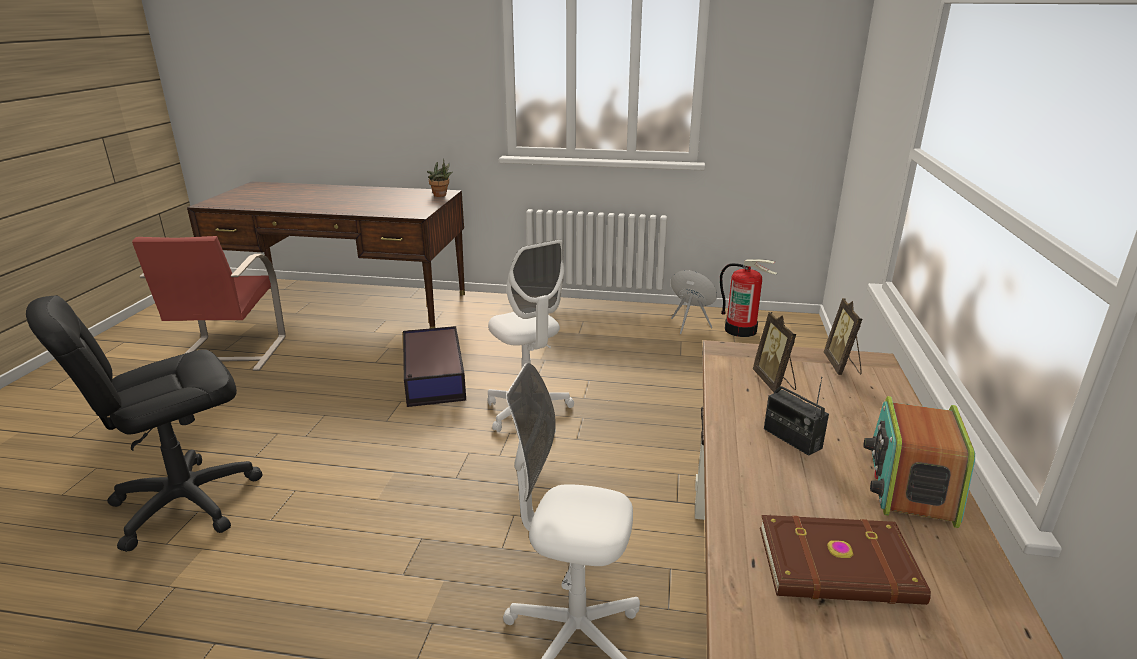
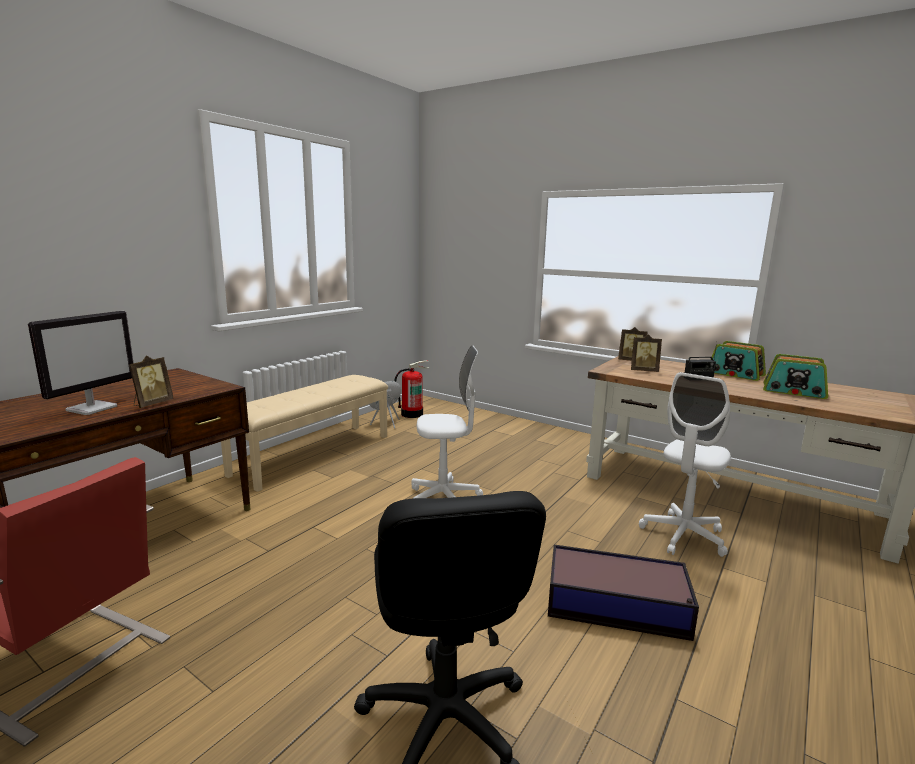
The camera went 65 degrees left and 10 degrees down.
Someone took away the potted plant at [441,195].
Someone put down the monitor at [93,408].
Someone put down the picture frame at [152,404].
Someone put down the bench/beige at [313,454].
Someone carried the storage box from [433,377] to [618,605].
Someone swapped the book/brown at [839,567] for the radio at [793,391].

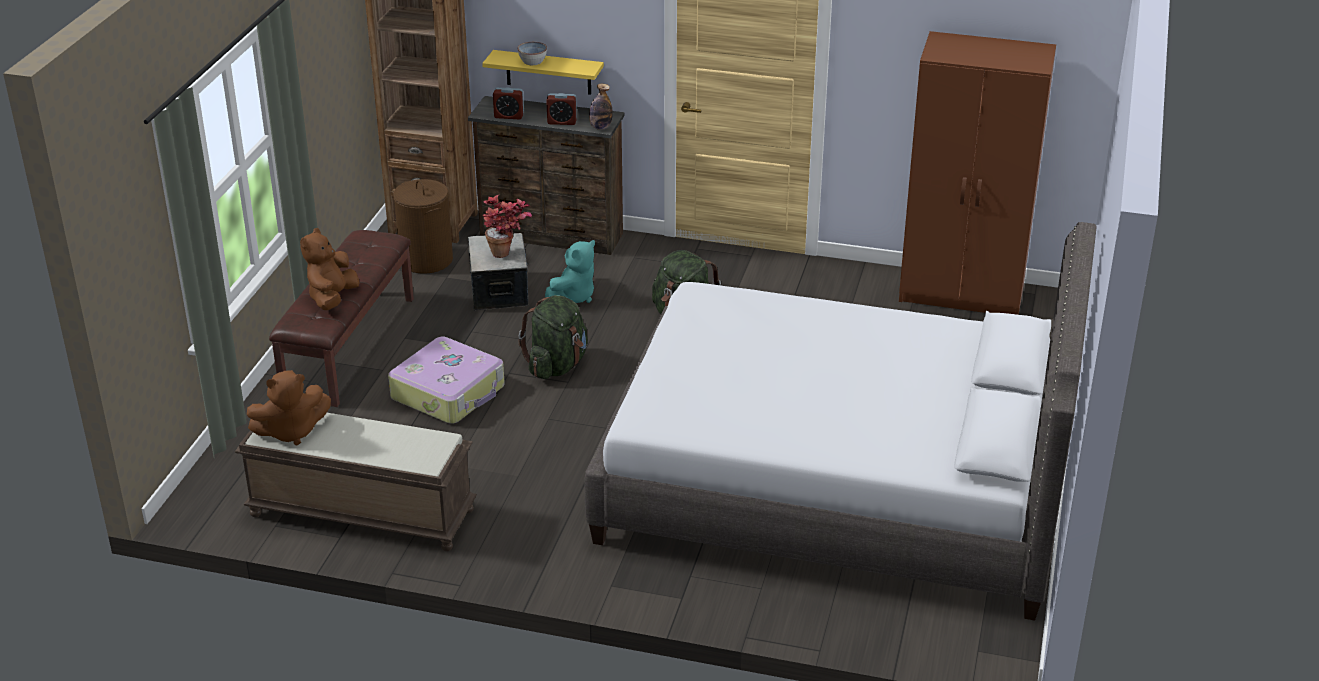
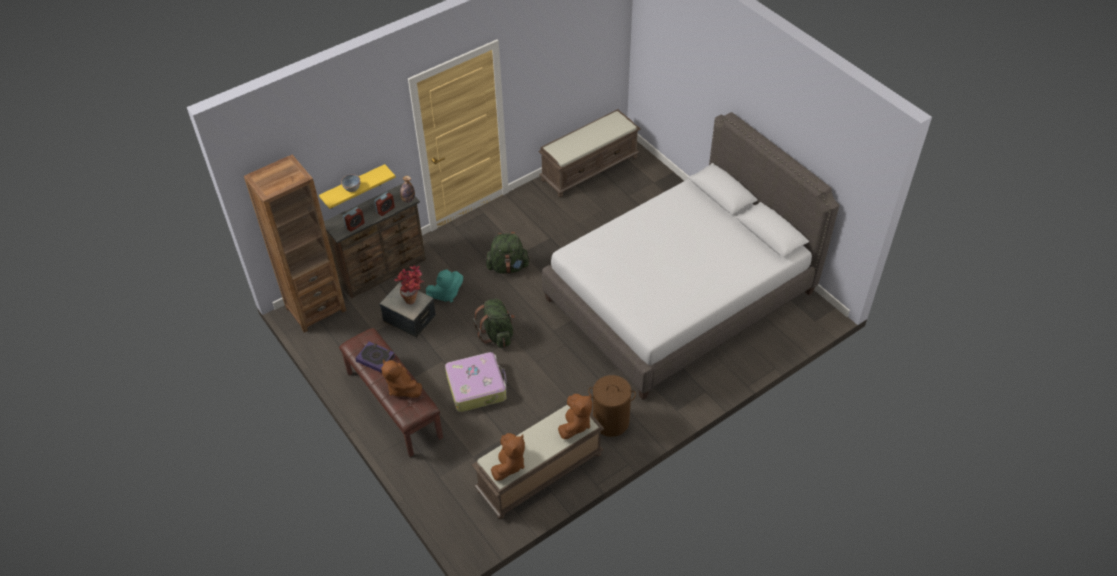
The camera went 50 degrees left and 15 degrees up.
Someone put down the book at [376,358].
Someone put down the plush toy/brown at [575,424].
Someone carried the laundry basket/brown from [426,260] to [610,421].
Someone swapped the wardrobe/brown at [962,294] for the bench/brown at [589,168].
Someone rotated the plush toy/turquoise at [573,296] by 75 degrees clockwise.

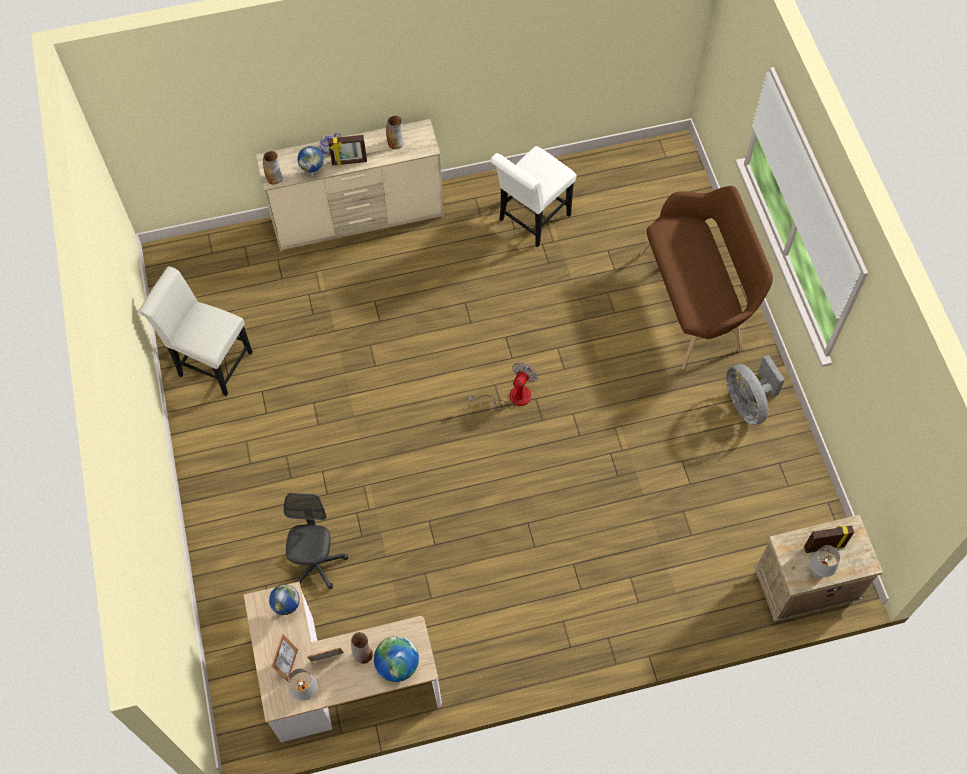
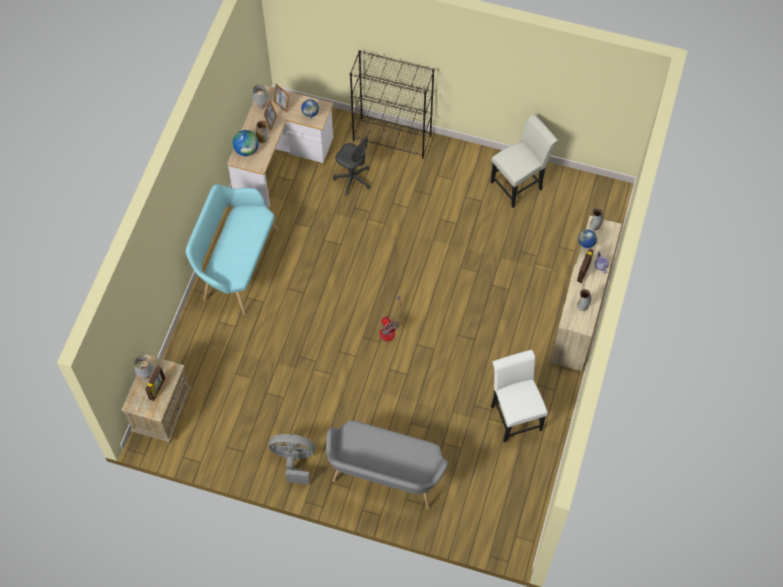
The camera went 120 degrees right and 0 degrees up.
Someone put down the bench/turquoise at [236,265].
Someone put down the bookcase/black at [392,138].
Someone repainted the bench/brown at [696,302], which became the bench/grey at [385,478].

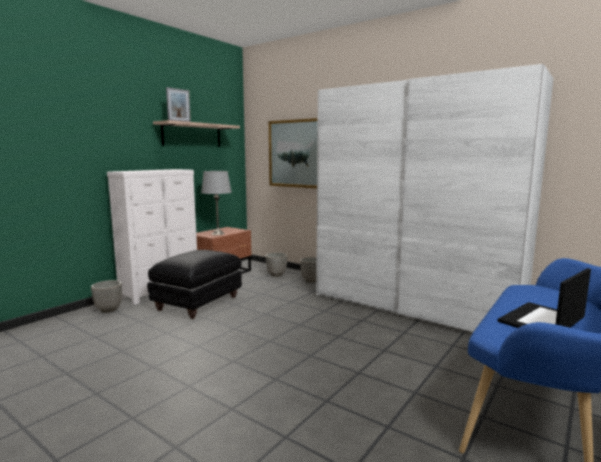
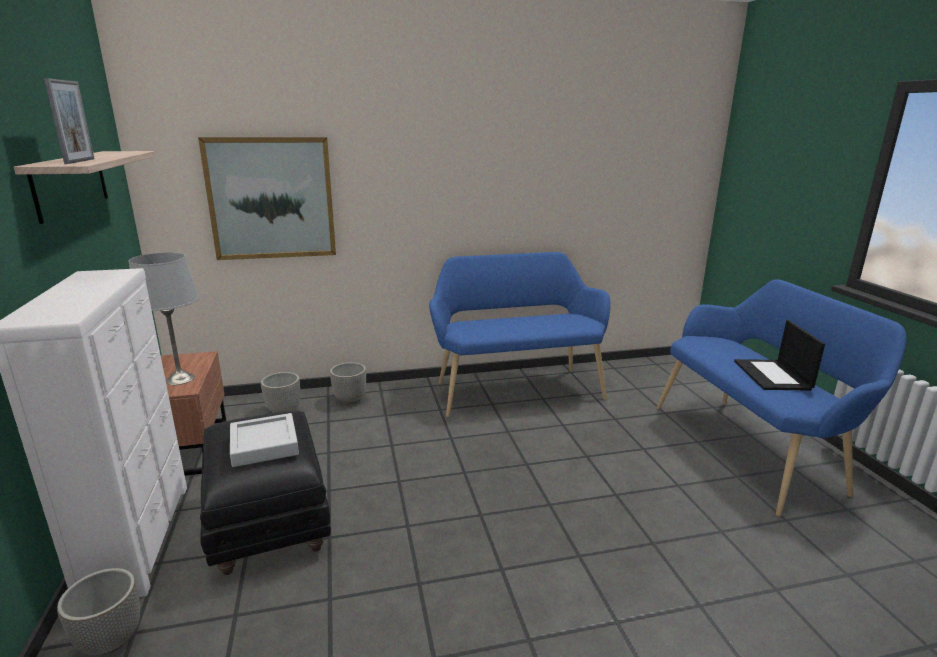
The camera went 50 degrees left and 10 degrees up.
Someone put down the tray/grey at [264,445].
Someone swapped the wardrobe/white at [413,306] for the bench/blue at [515,388].

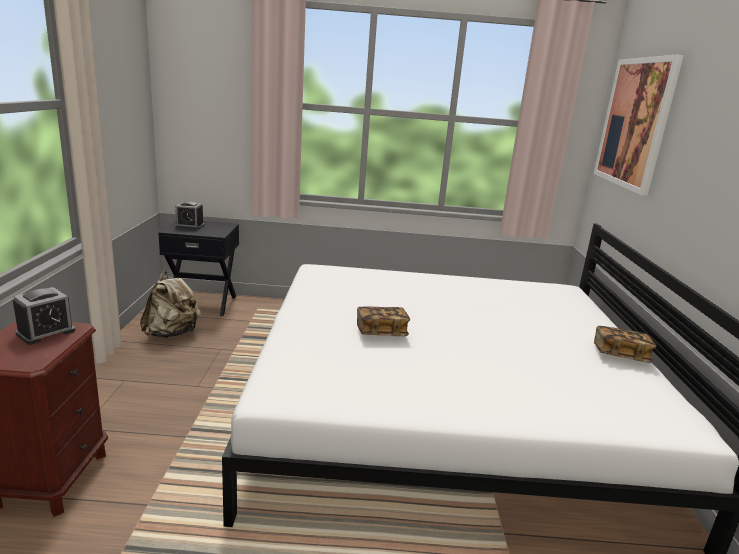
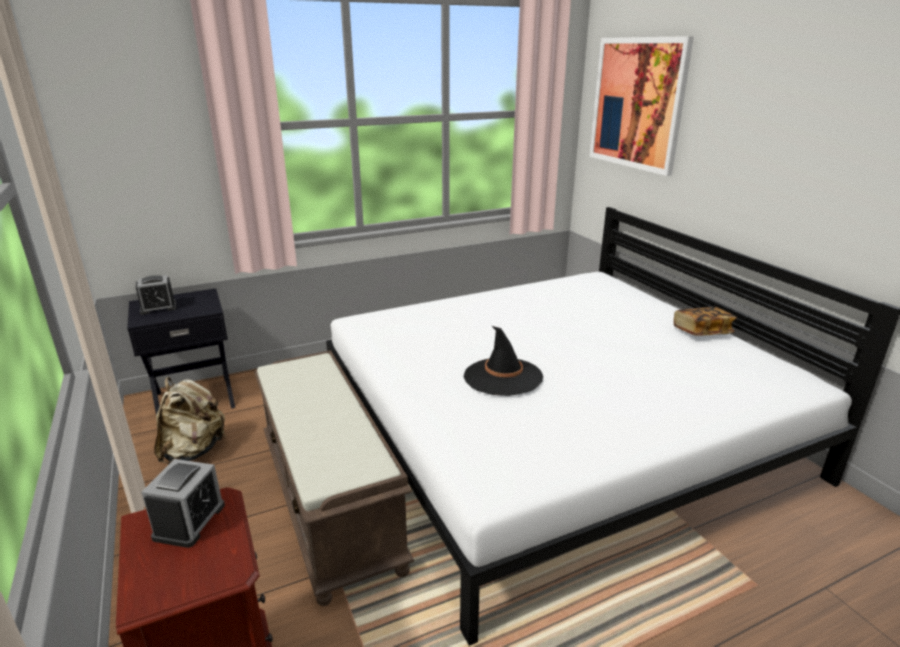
The camera went 25 degrees left and 5 degrees up.
Someone put down the bench/brown at [331,500].
Someone swapped the book at [381,332] for the hat/black at [503,377].

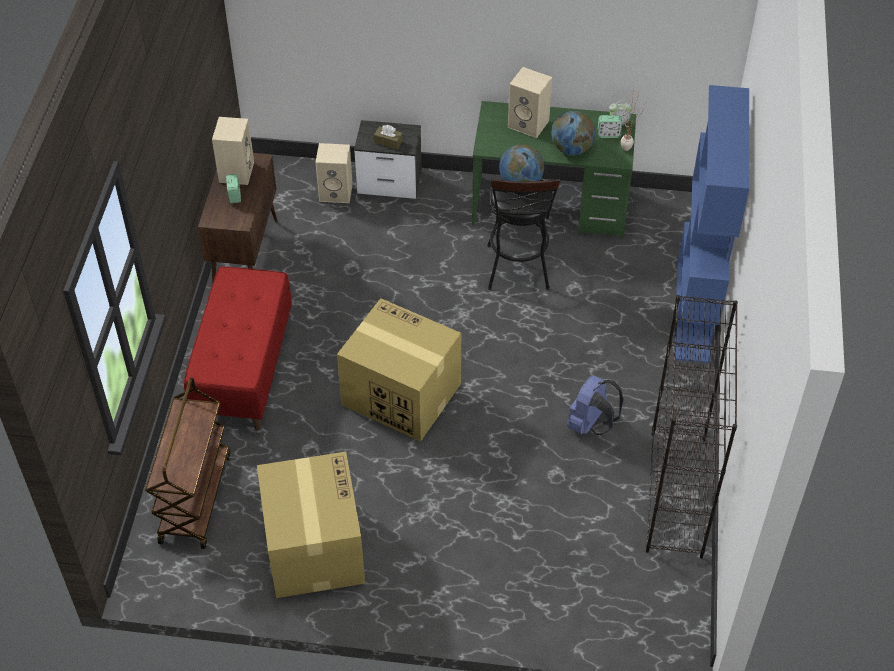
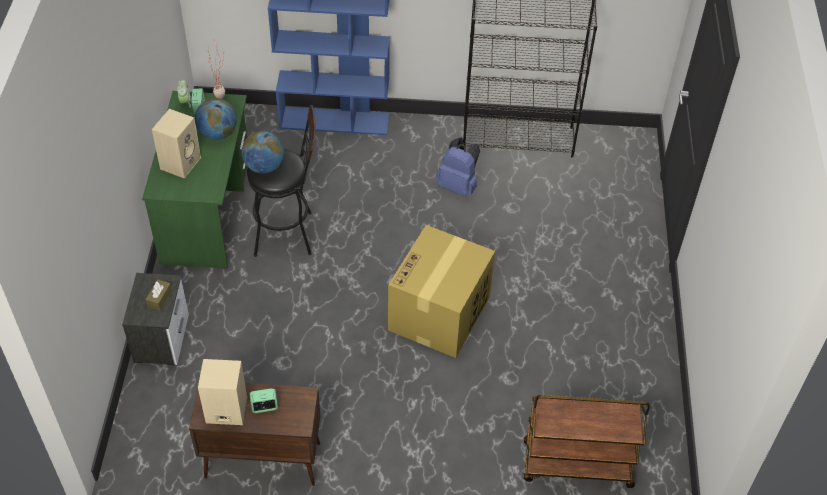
The camera went 95 degrees left and 0 degrees up.
Someone took away the bench/red at [243,370].
Someone took away the cardboard box at [313,546].
Someone took away the speaker/beige at [336,192].

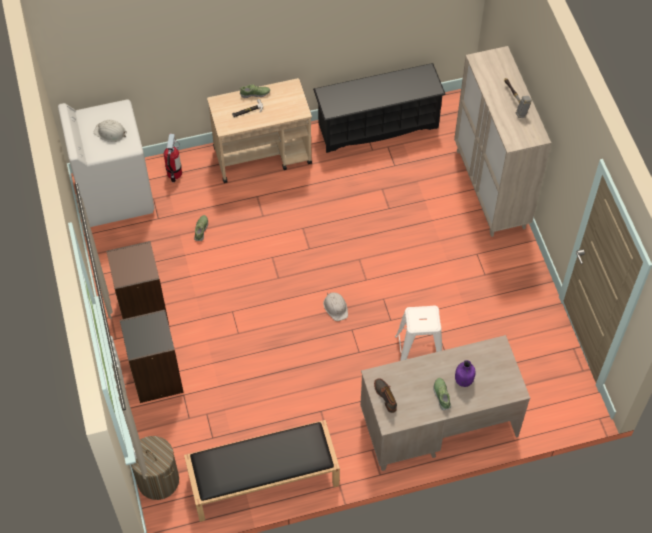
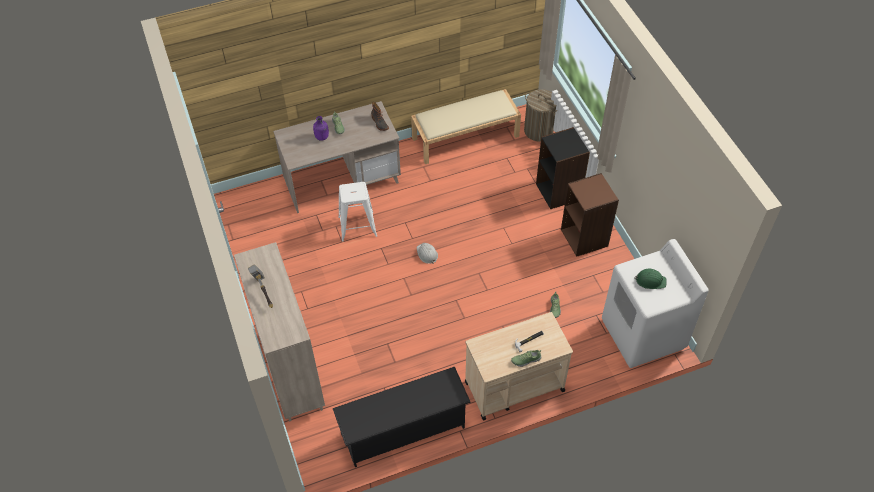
The camera went 175 degrees right and 5 degrees down.
Someone took away the fire extinguisher at [174,173].
Someone repainted the hard hat/white at [110,132], which became the hard hat/green at [650,280].
Someone repainted the bench/black at [262,480], which became the bench/beige at [466,137].

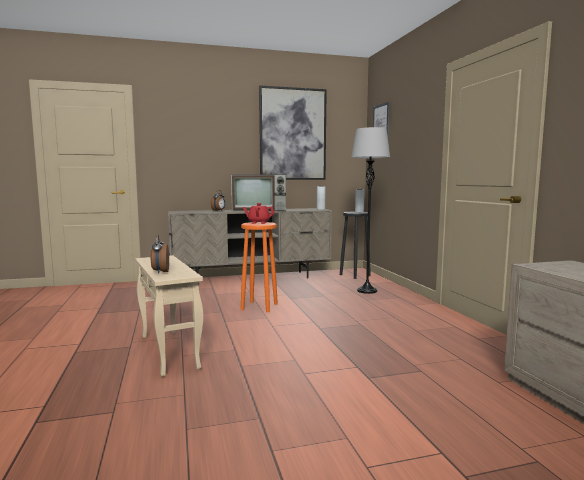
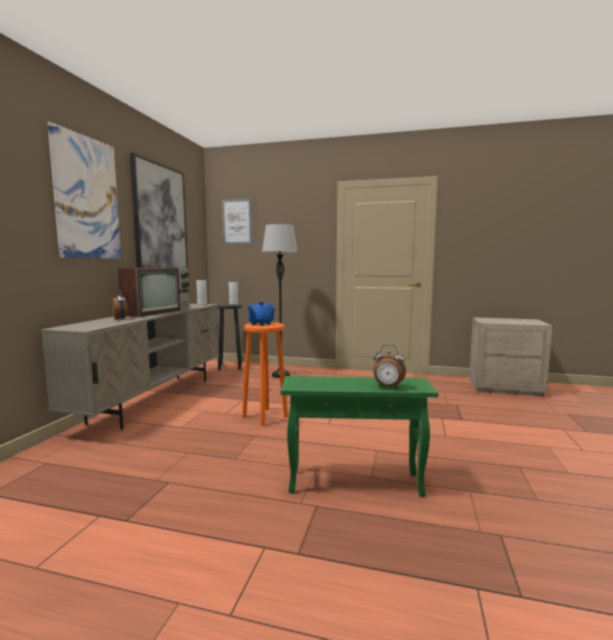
The camera went 60 degrees left and 0 degrees up.
Someone put up the picture at [87,198].
Someone repainted the side table/beige at [169,351], which became the side table/green at [354,483].
Someone repainted the teapot/red at [258,223], which became the teapot/blue at [261,324].

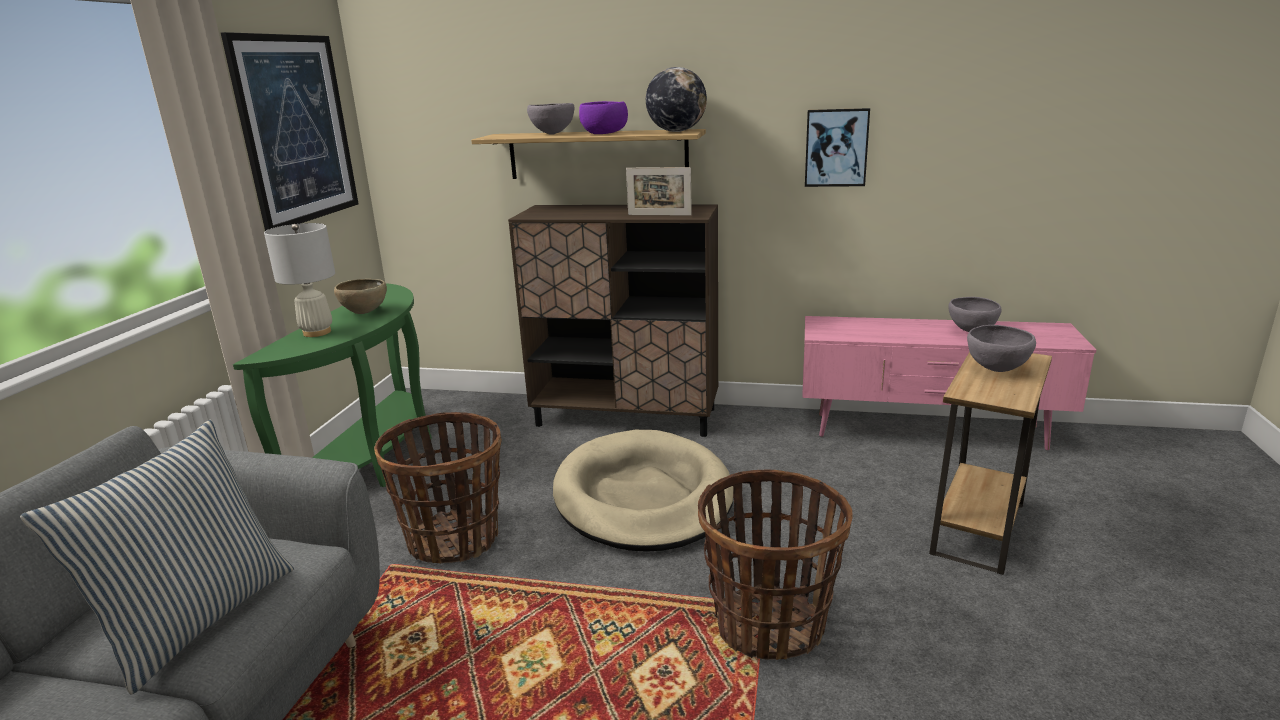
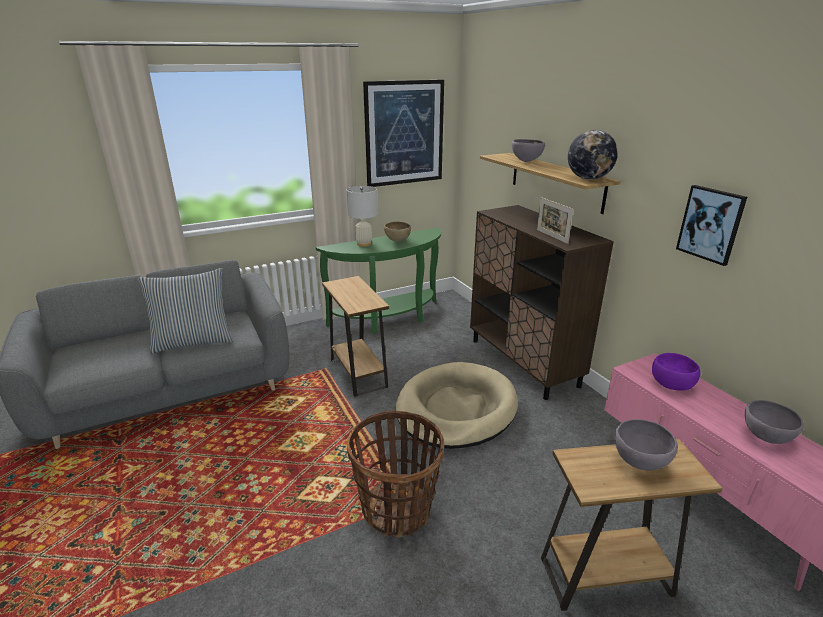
The camera went 50 degrees right and 5 degrees up.
Someone carried the bowl/purple from [605,133] to [672,385].
Someone swapped the basket at [454,540] for the side table/brown at [358,373].

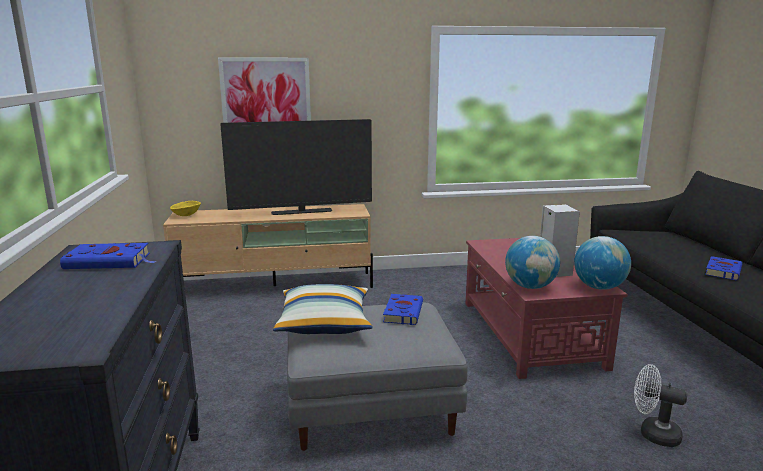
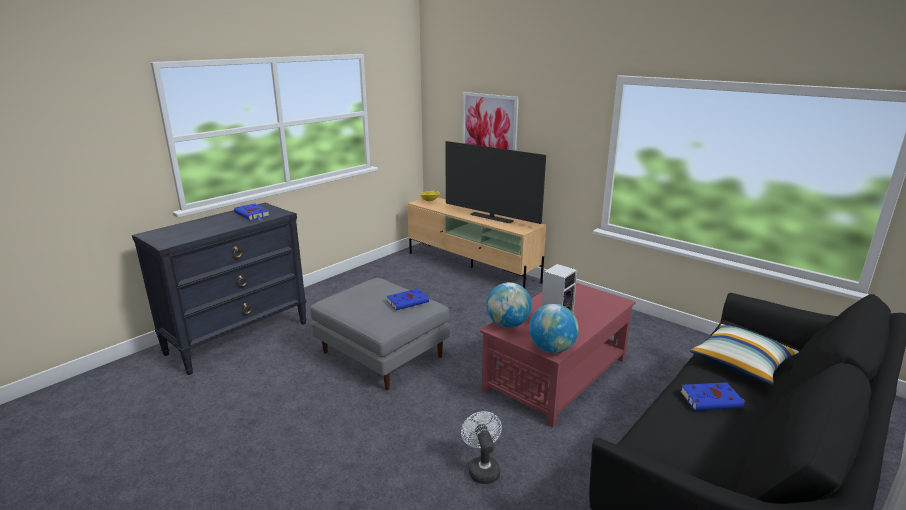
The camera went 50 degrees right and 5 degrees up.
Someone carried the pillow from [325,323] to [741,364].

